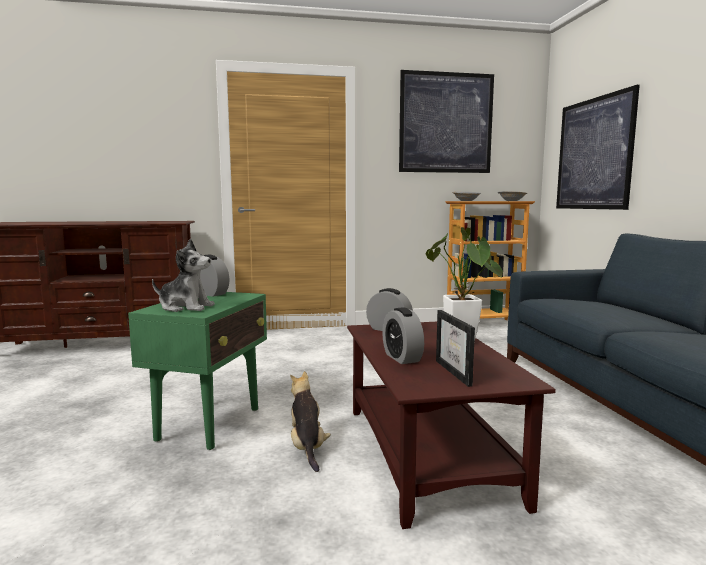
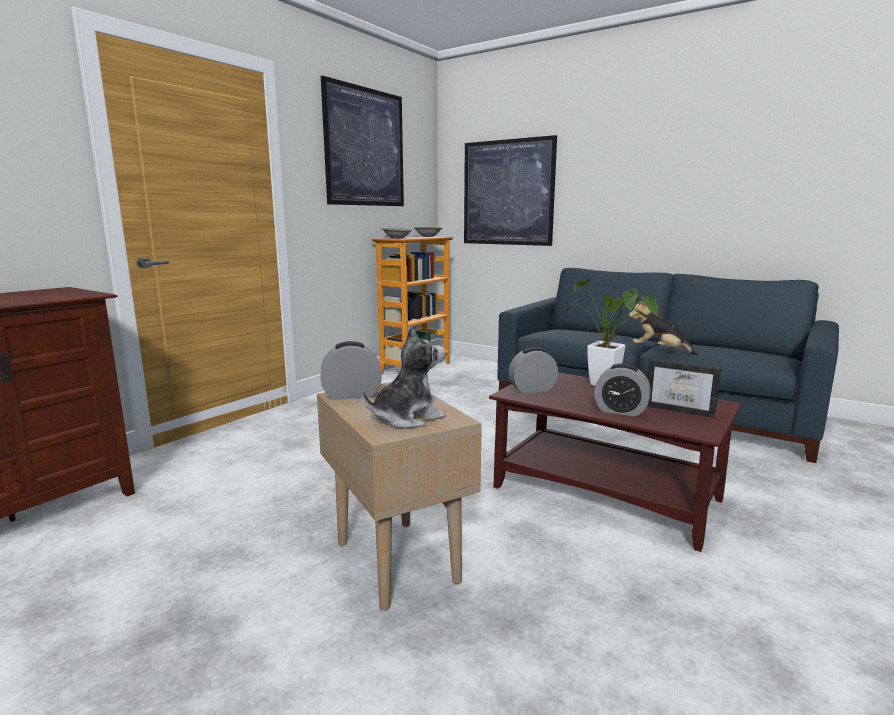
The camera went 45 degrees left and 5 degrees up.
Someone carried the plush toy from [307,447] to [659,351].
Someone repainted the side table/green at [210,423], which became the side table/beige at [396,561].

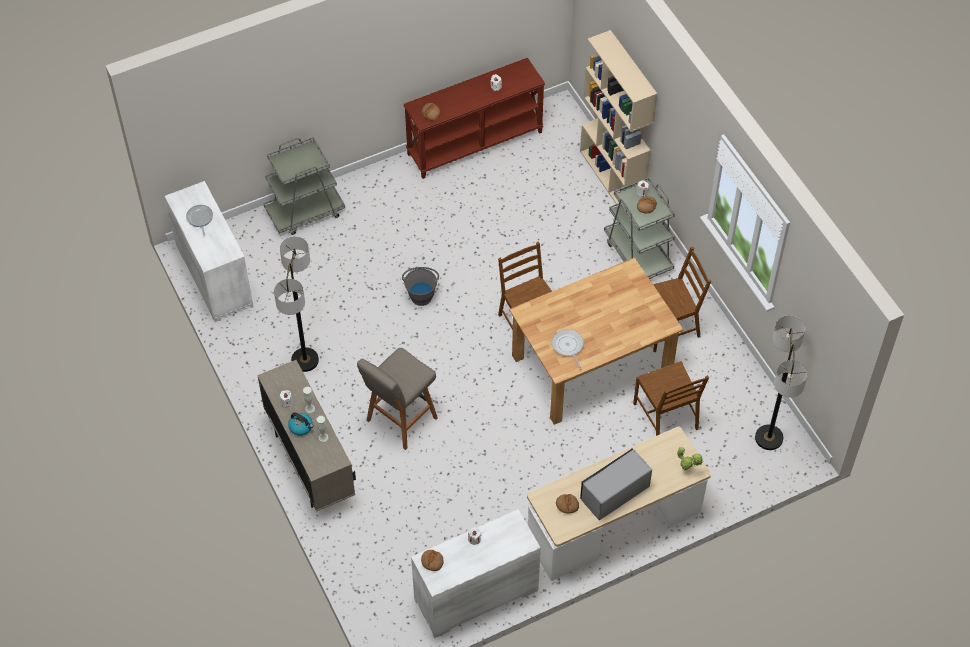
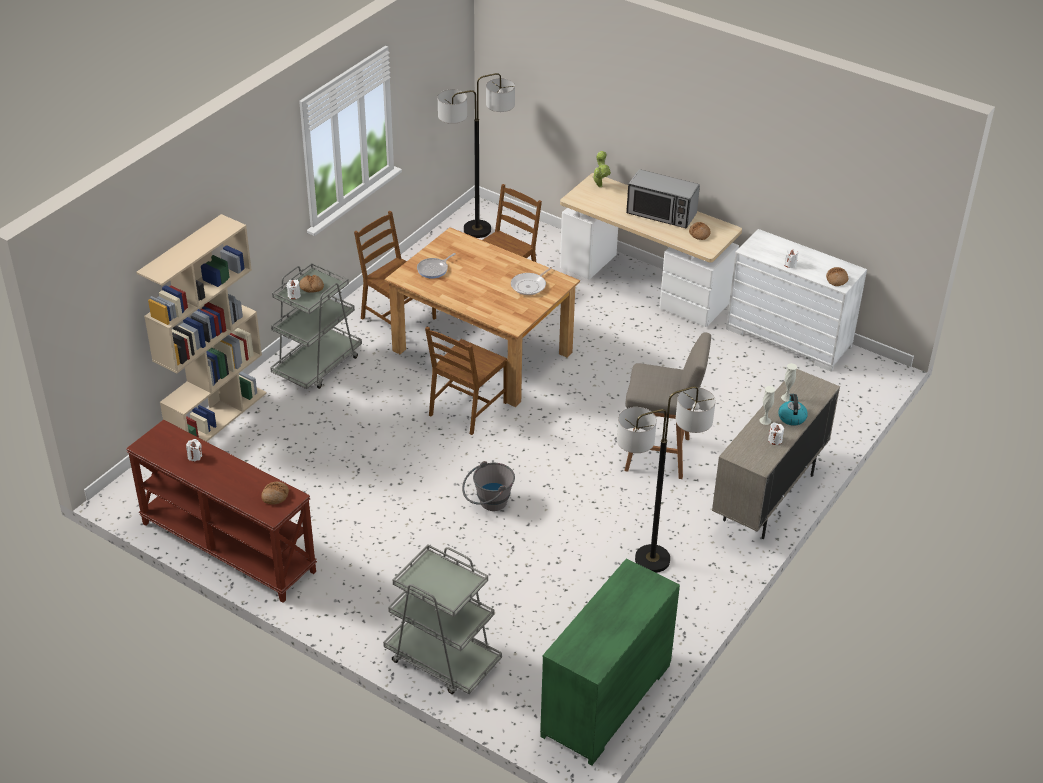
The camera went 120 degrees left and 15 degrees down.
Someone carried the frying pan from [200,219] to [434,269].
Someone repainted the dresser/white at [214,277], which became the dresser/green at [607,701].

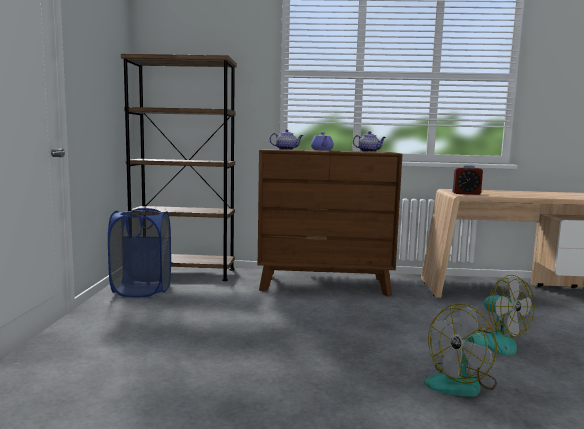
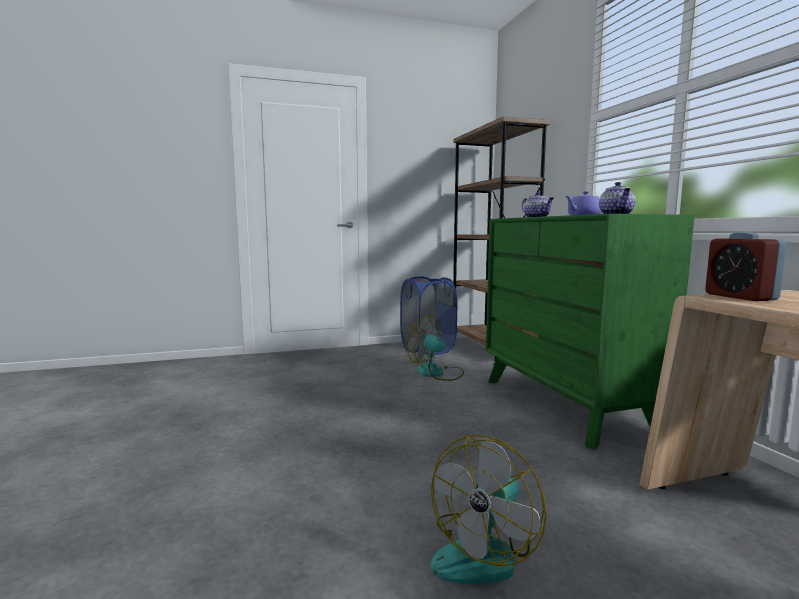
The camera went 70 degrees right and 0 degrees up.
Someone carried the fan from [462,383] to [436,373].
Someone repainted the dresser/brown at [324,284], which became the dresser/green at [564,404].

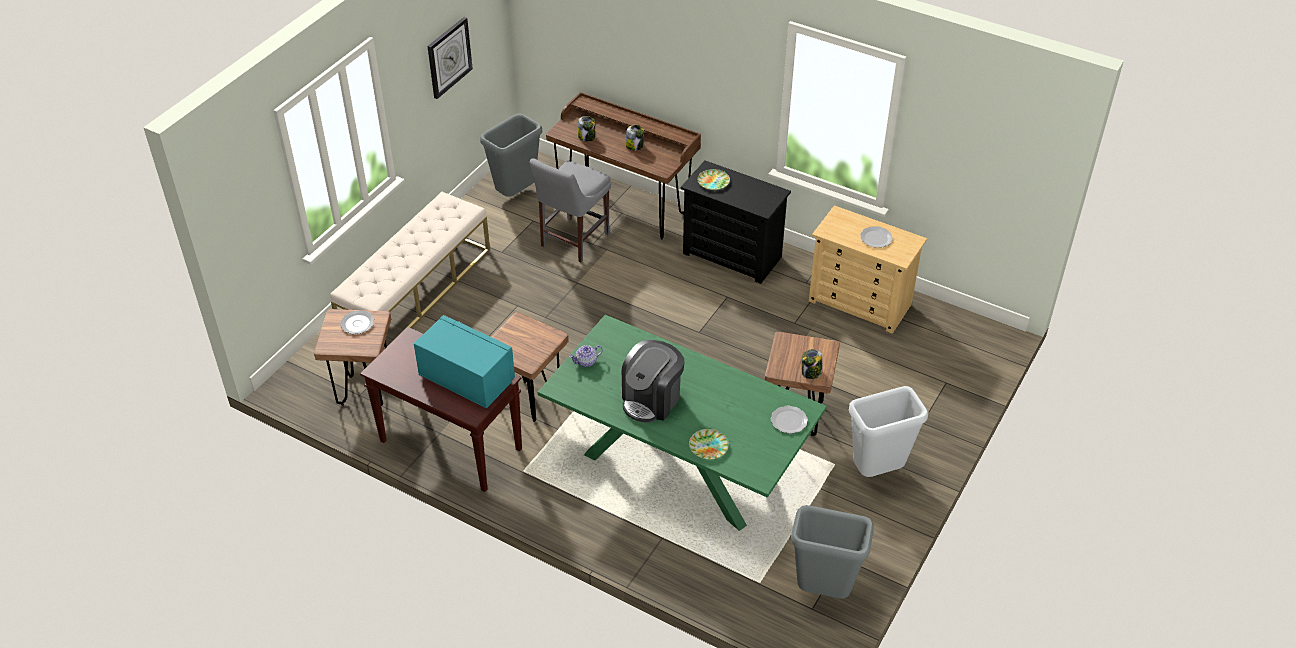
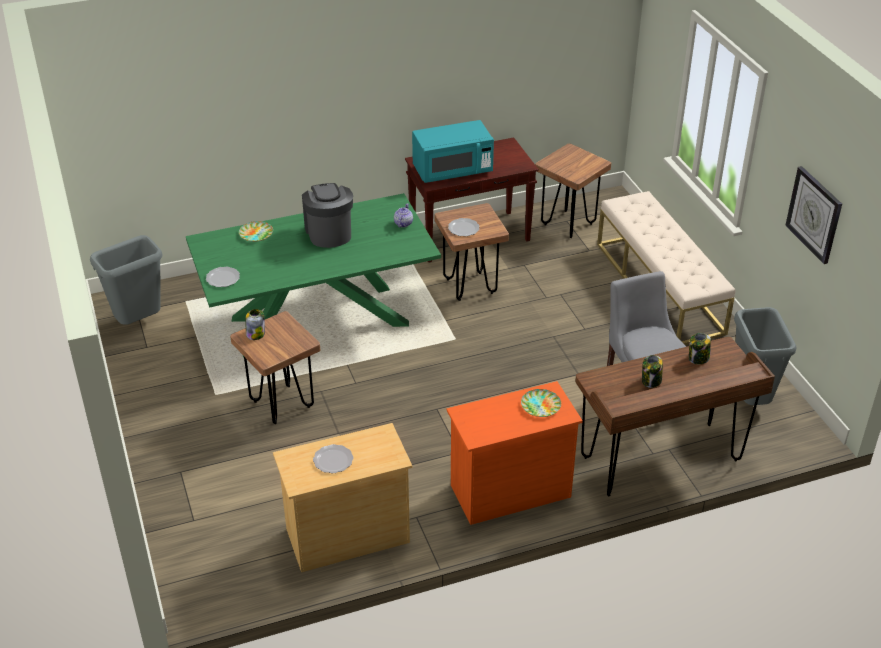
The camera went 130 degrees right and 5 degrees down.
Someone took away the trash can/grey at [877,473].
Someone carried the plate from [358,323] to [463,229].
Someone repainted the dresser/black at [732,255], which became the dresser/orange at [509,491].

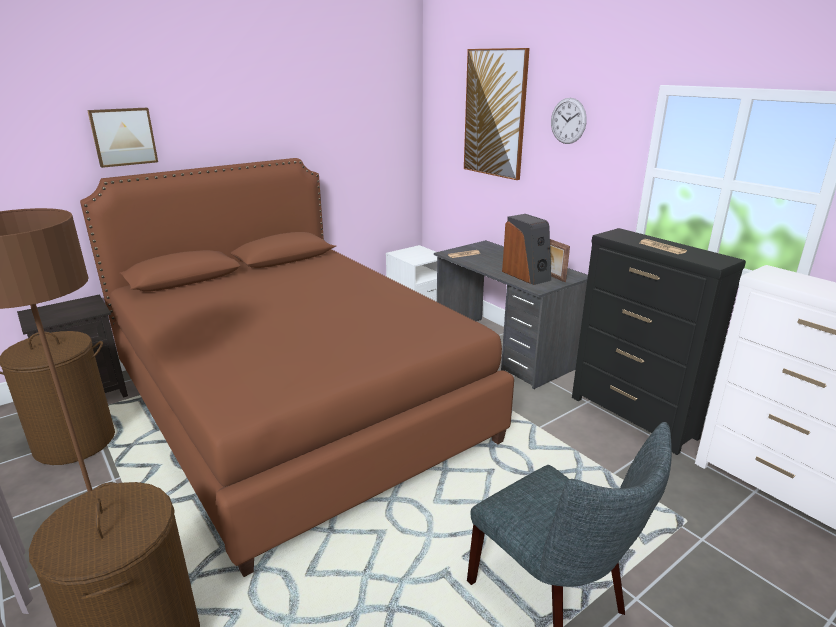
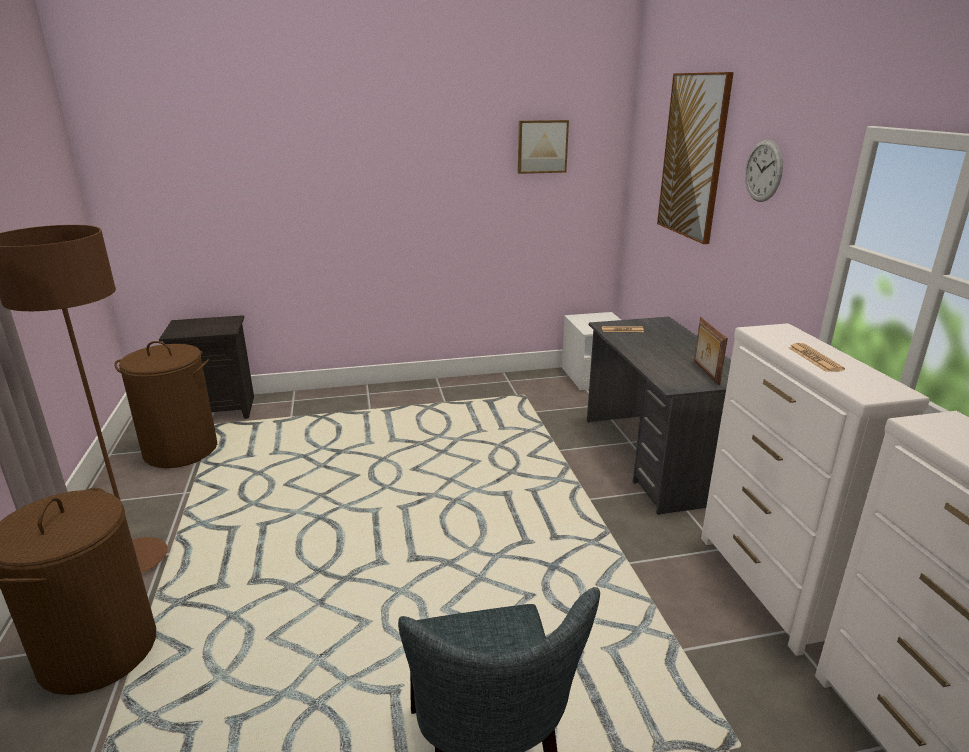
The camera went 25 degrees right and 0 degrees up.
Someone took away the bed/brown at [296,404].
Someone took away the speaker at [526,275].
Someone carried the picture from [123,136] to [542,146].
Someone repainted the dresser/black at [633,417], which became the dresser/white at [768,587].

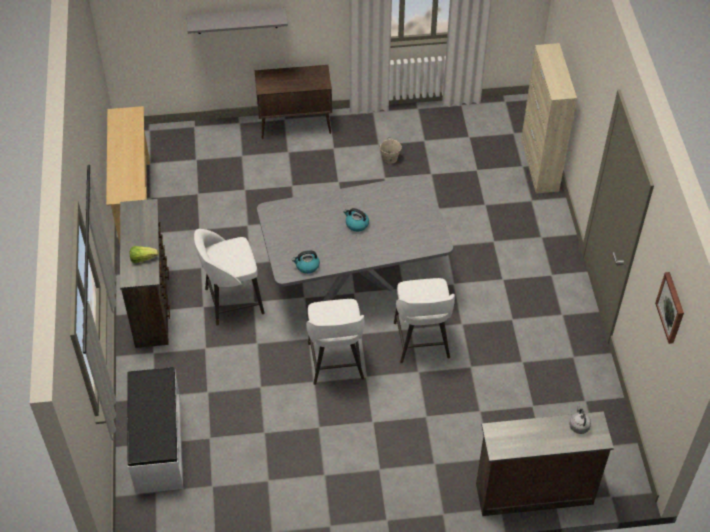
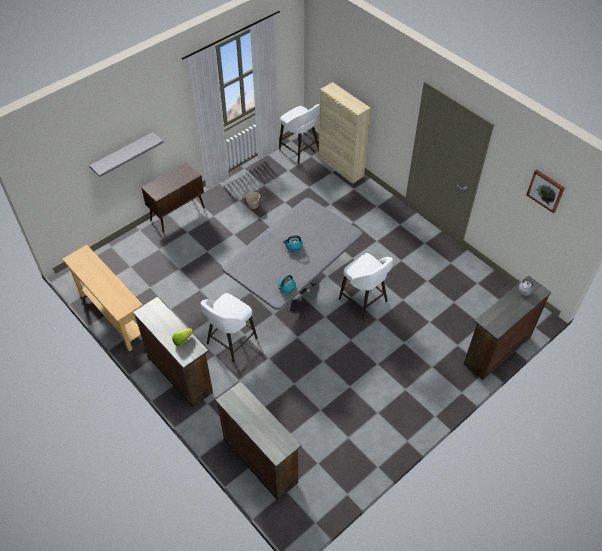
The camera went 35 degrees left and 0 degrees up.
Someone carried the stool/white from [336,363] to [300,150].
Someone swapped the bench/white at [157,445] for the dresser/brown at [261,460].

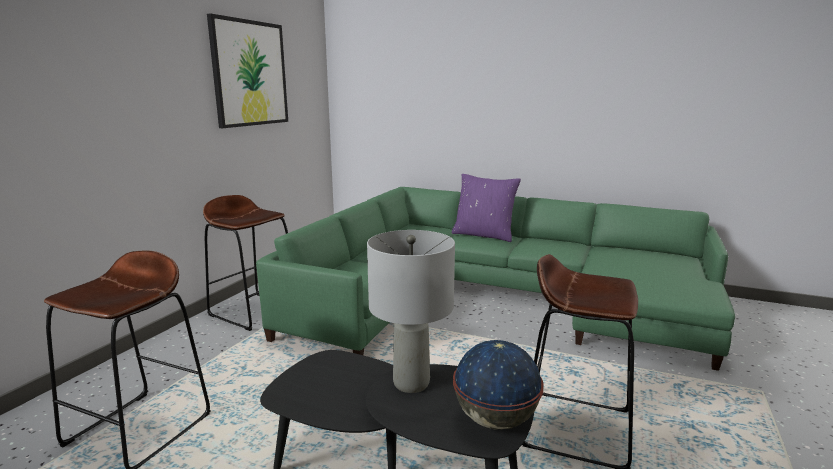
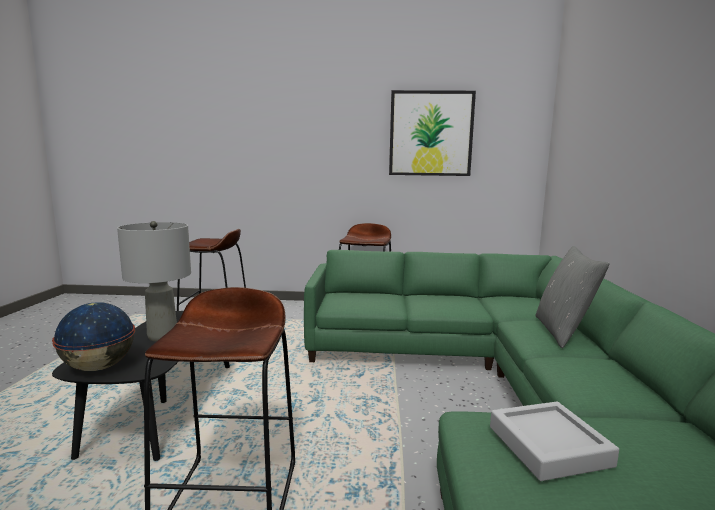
The camera went 70 degrees right and 5 degrees down.
Someone put down the tray/grey at [548,446].
Someone repainted the pillow/purple at [484,235], which became the pillow/grey at [562,332].

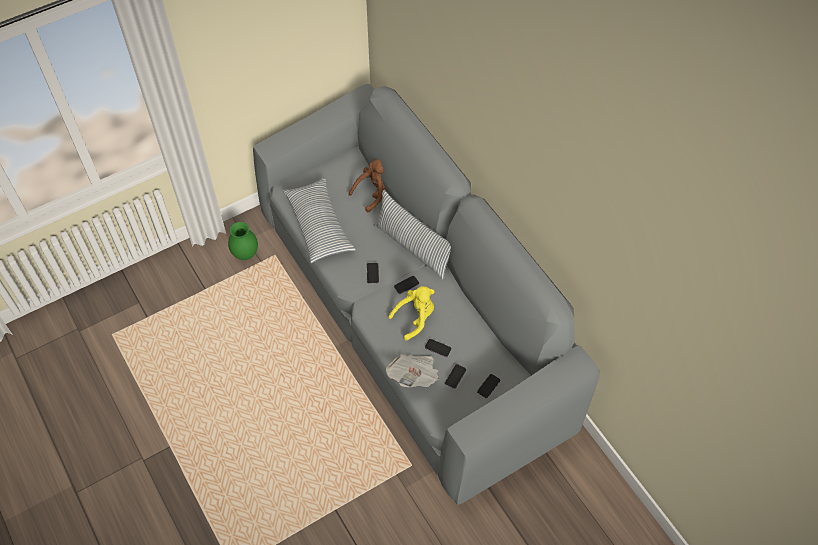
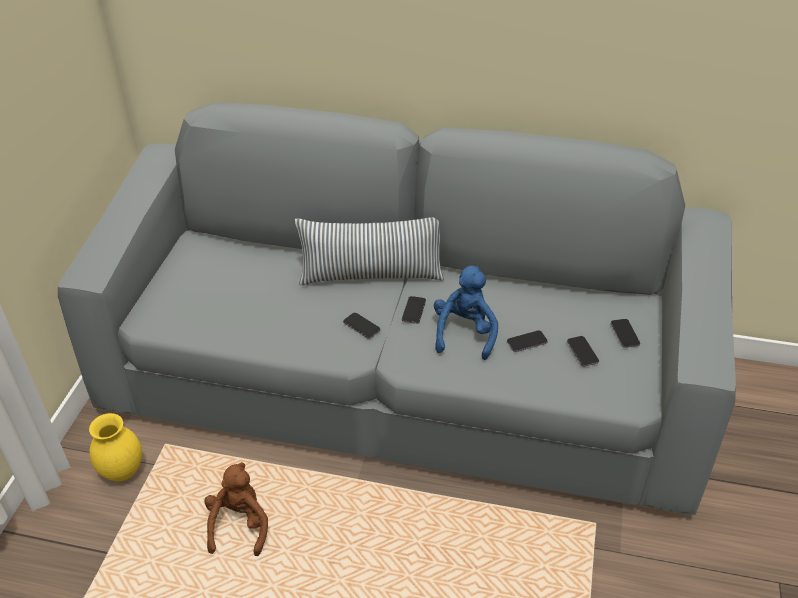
The camera went 45 degrees left and 15 degrees down.
Someone took away the pillow at [319,226].
Someone took away the newspaper at [414,376].
Someone carried the plush toy/brown from [373,193] to [239,525].
Someone repainted the vase/green at [245,253], which became the vase/yellow at [122,471].
Someone repainted the plush toy/yellow at [415,318], which became the plush toy/blue at [465,333].

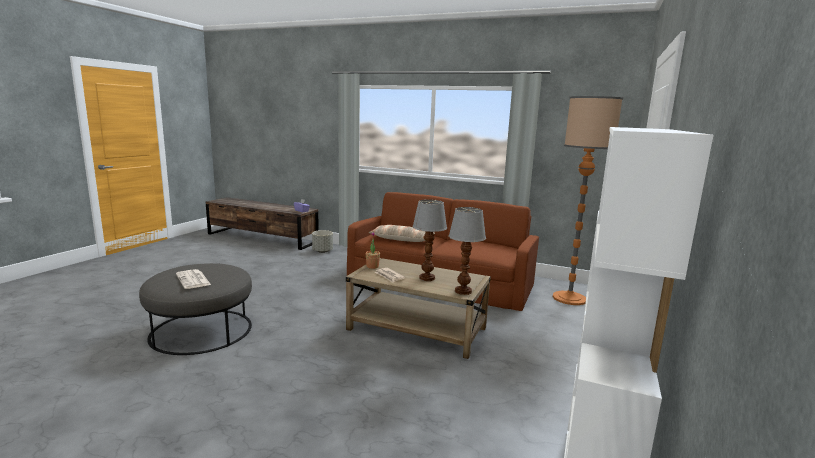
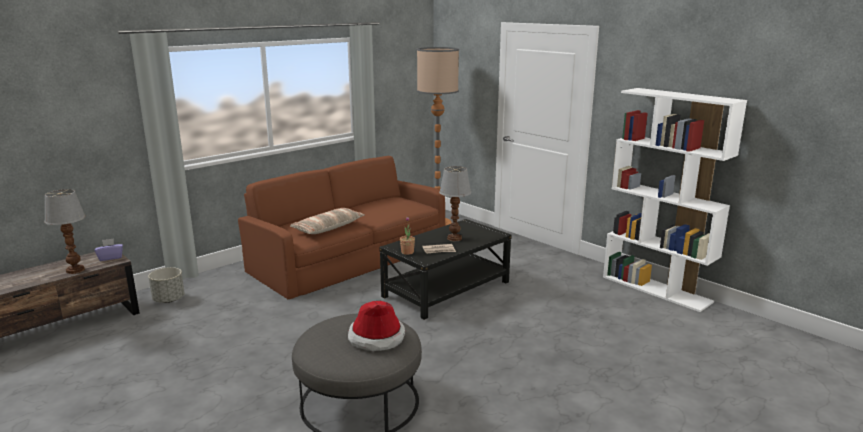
The camera went 65 degrees left and 5 degrees up.
Someone carried the table lamp from [463,291] to [76,270].
Someone swapped the newspaper at [193,280] for the hat at [376,338].
Someone repainted the coffee table/beige at [417,329], which became the coffee table/black at [446,289].

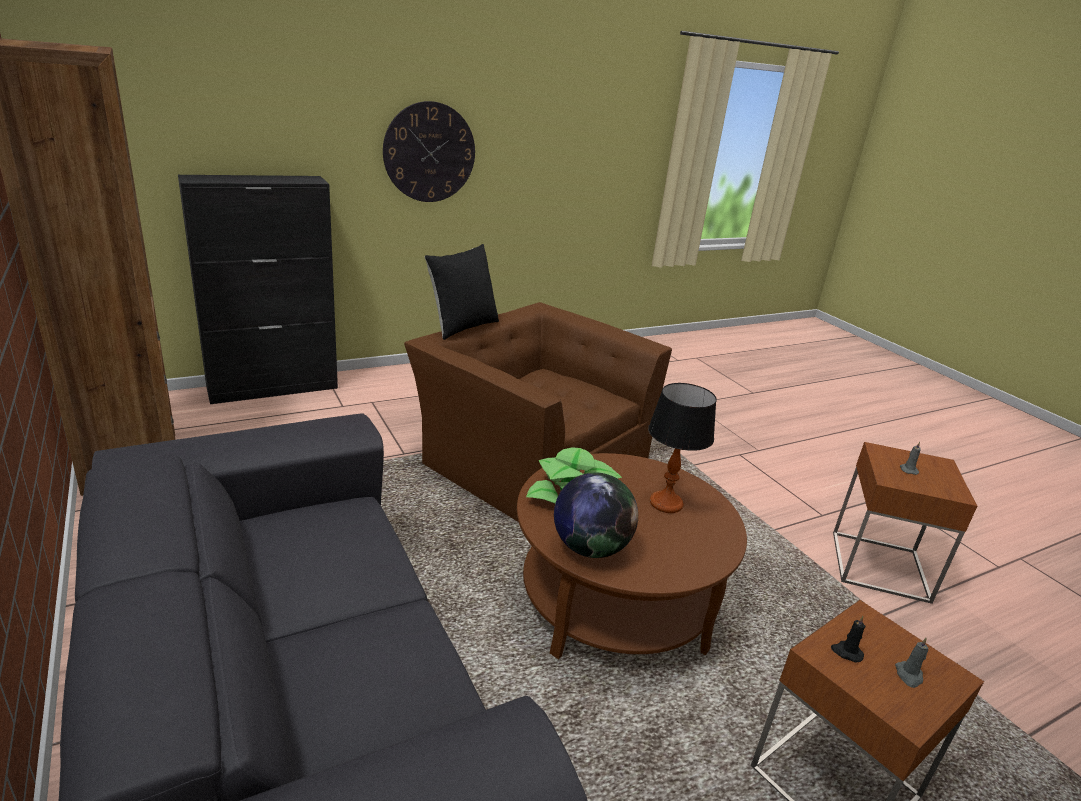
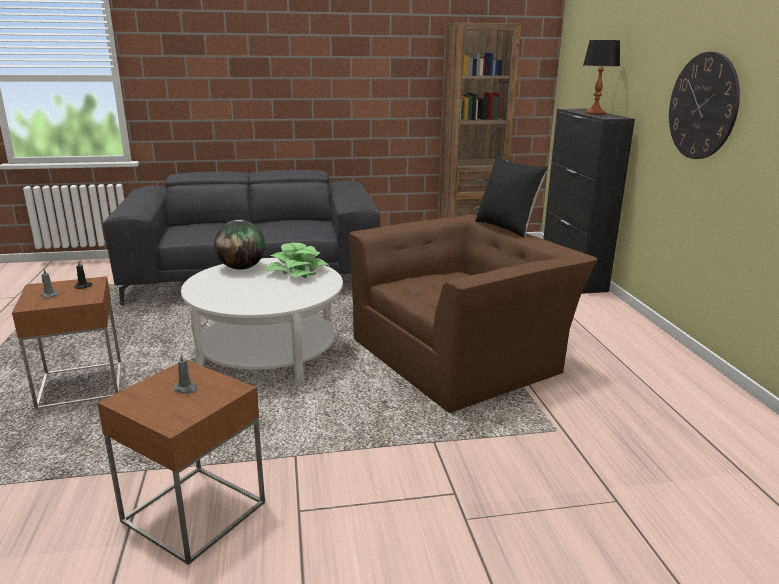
The camera went 110 degrees right and 5 degrees down.
Someone carried the table lamp from [666,503] to [595,113].
Someone repainted the coffee table/brown at [614,600], which became the coffee table/white at [268,353].

